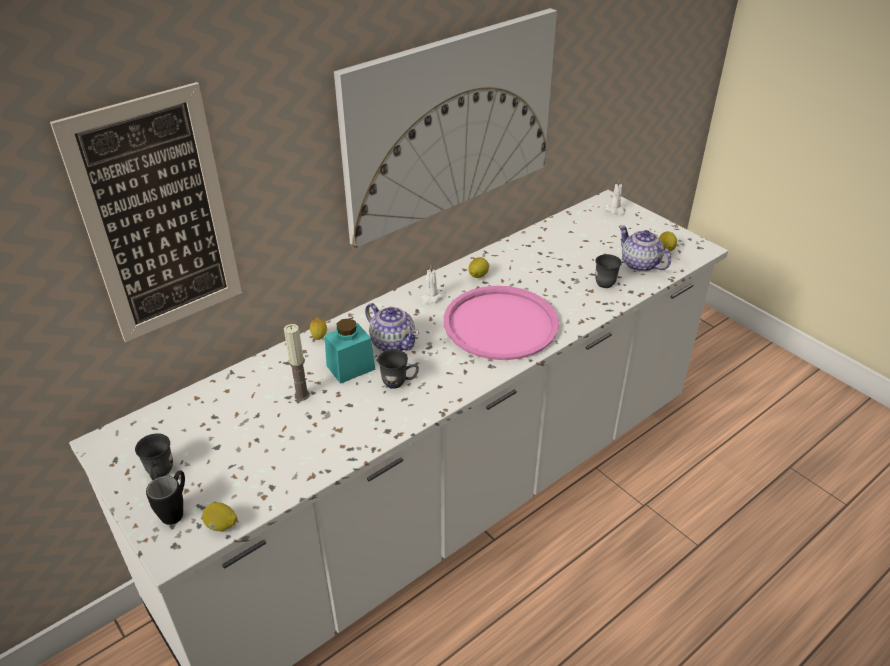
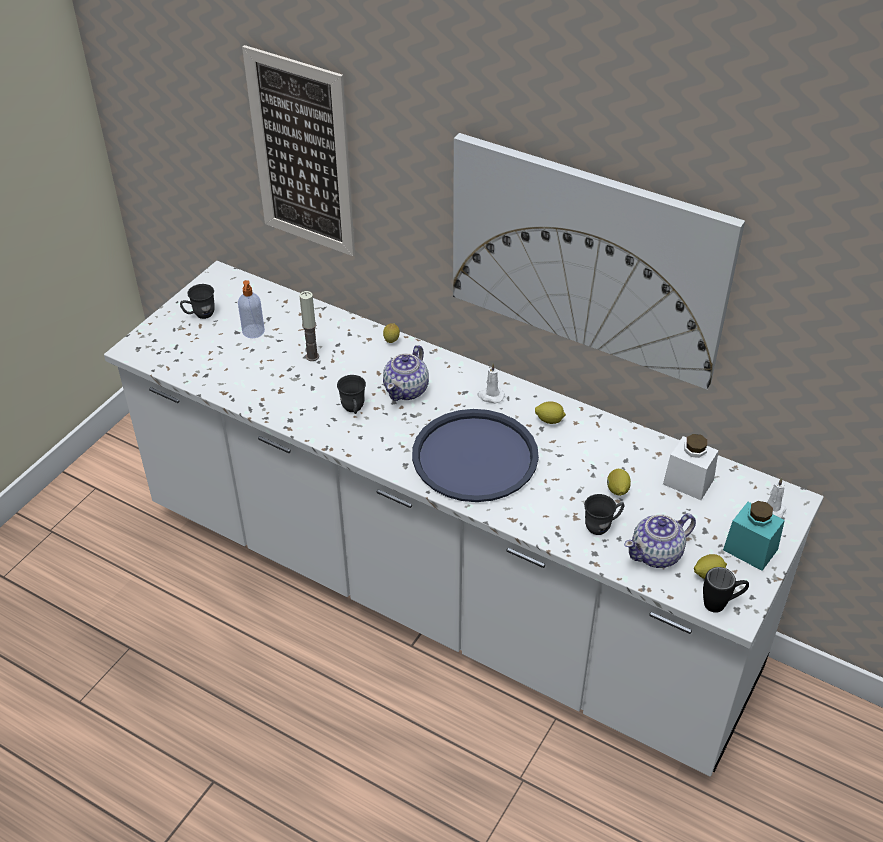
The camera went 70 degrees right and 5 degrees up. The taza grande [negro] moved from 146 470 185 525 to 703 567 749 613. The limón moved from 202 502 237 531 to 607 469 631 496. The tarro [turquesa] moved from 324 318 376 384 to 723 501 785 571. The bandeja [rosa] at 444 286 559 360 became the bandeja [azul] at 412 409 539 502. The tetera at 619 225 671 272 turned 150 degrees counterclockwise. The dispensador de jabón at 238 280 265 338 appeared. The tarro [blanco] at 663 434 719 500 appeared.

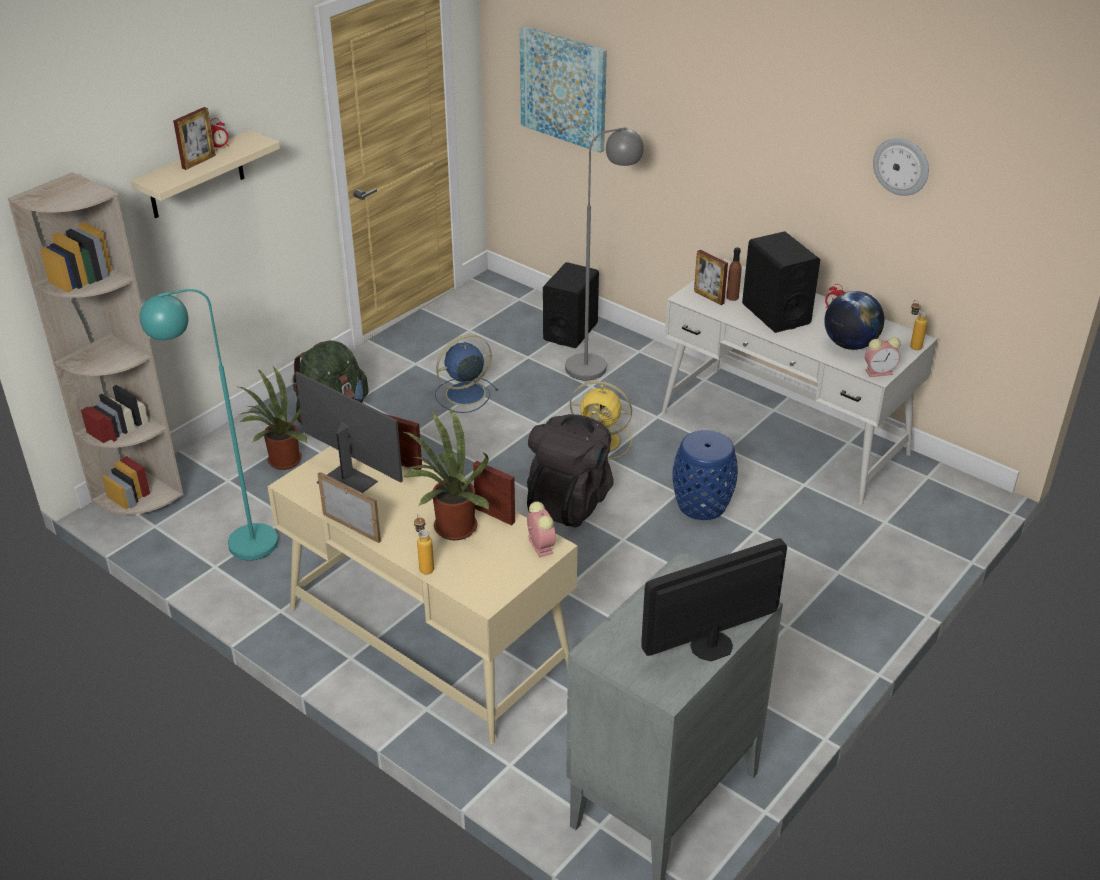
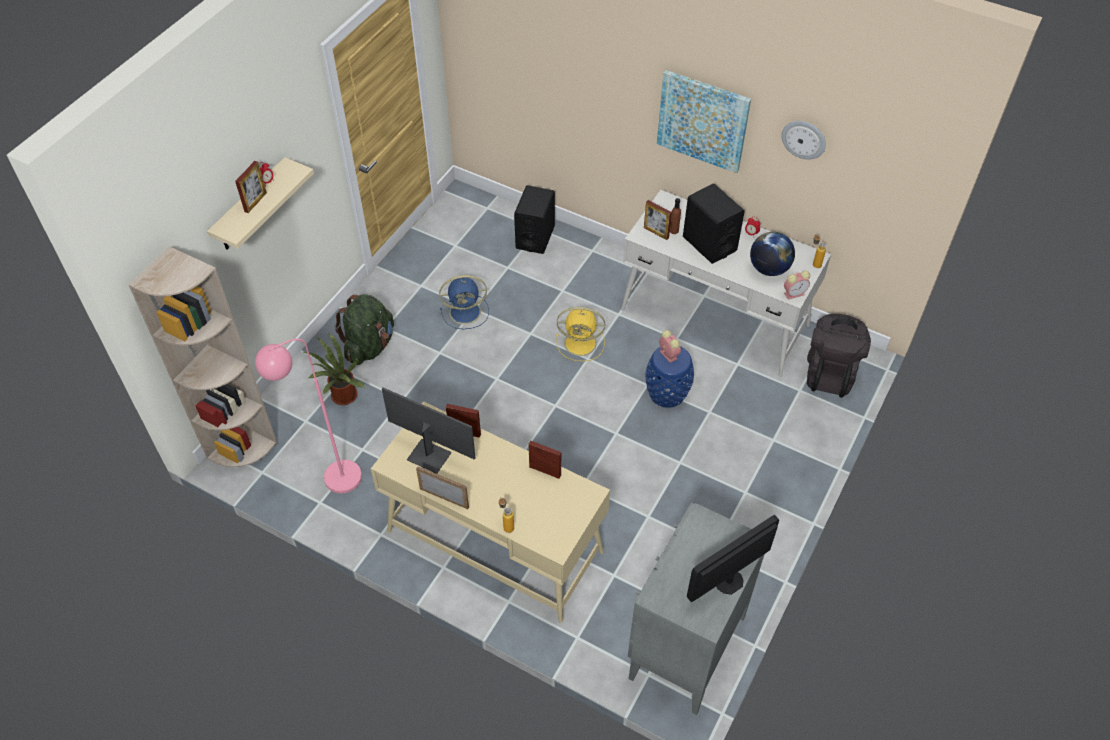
The camera went 10 degrees left and 15 degrees up. The lámpara de pie [turquesa] at 140 289 278 560 became the lámpara de pie [rosa] at 255 339 362 493. The planta en maceta at 402 408 489 540 disappeared. The ventilador [azul] at 435 335 498 413 turned 150 degrees counterclockwise. The cuadro moved from 520 25 607 153 to 657 70 751 173. The mochila [negro] moved from 527 414 614 527 to 807 314 871 398. The despertador moved from 527 501 556 557 to 659 330 681 363. The lámpara de pie [gris] at 565 127 644 380 disappeared.

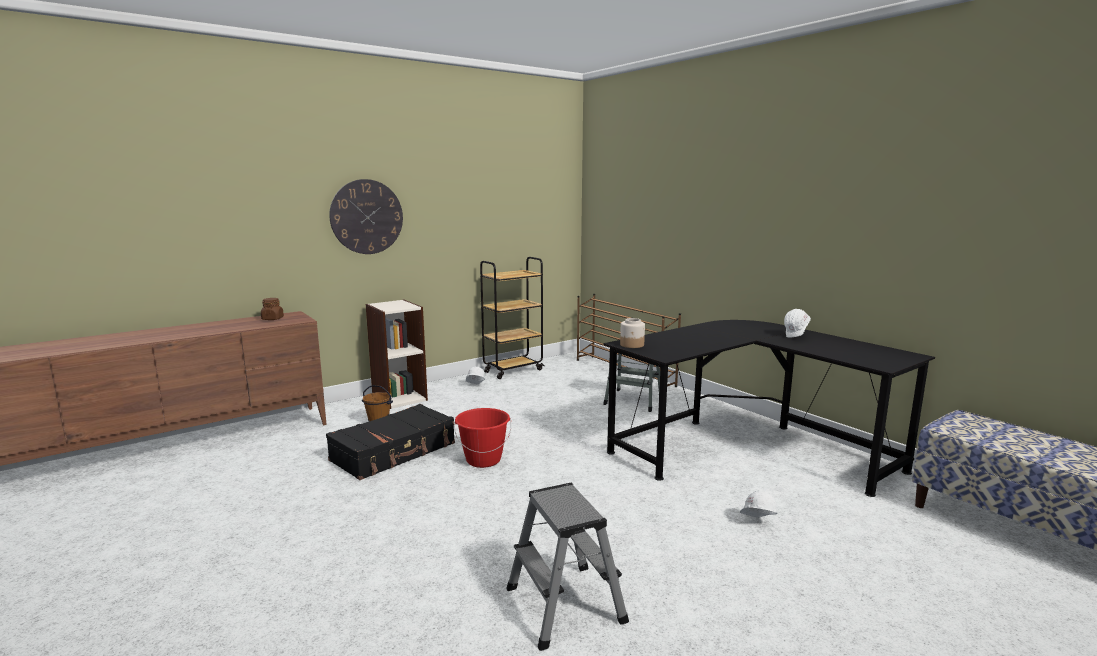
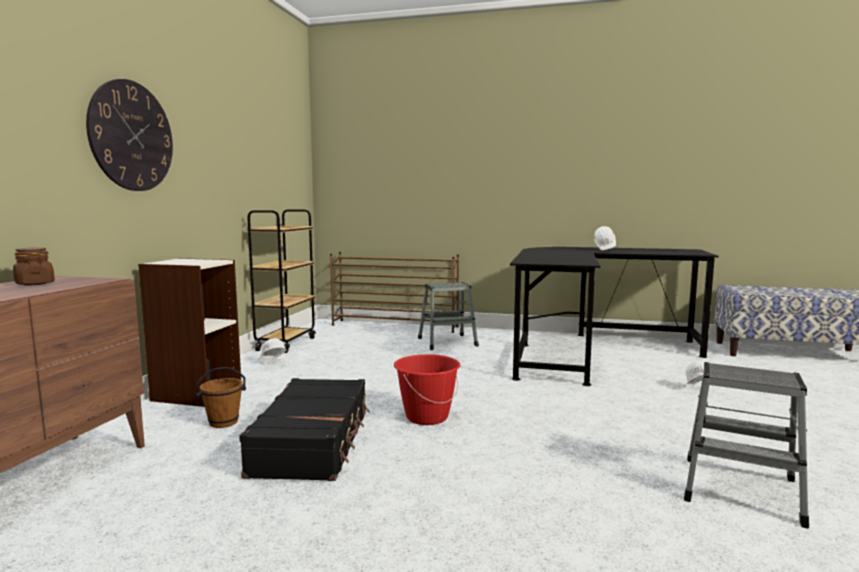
The camera went 40 degrees left and 5 degrees down. The tarro at 620 318 645 348 disappeared.

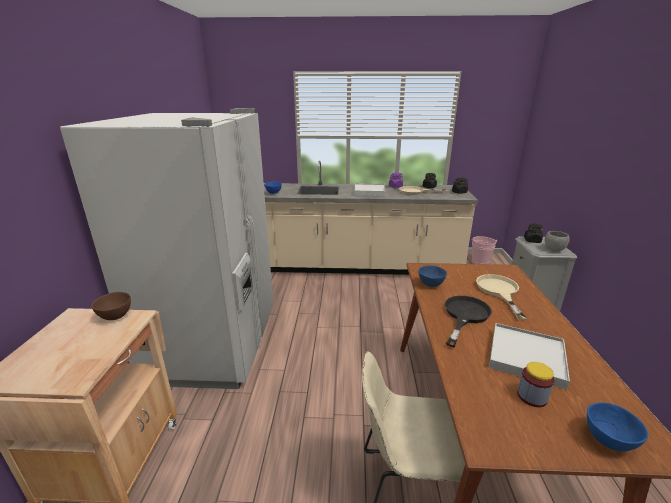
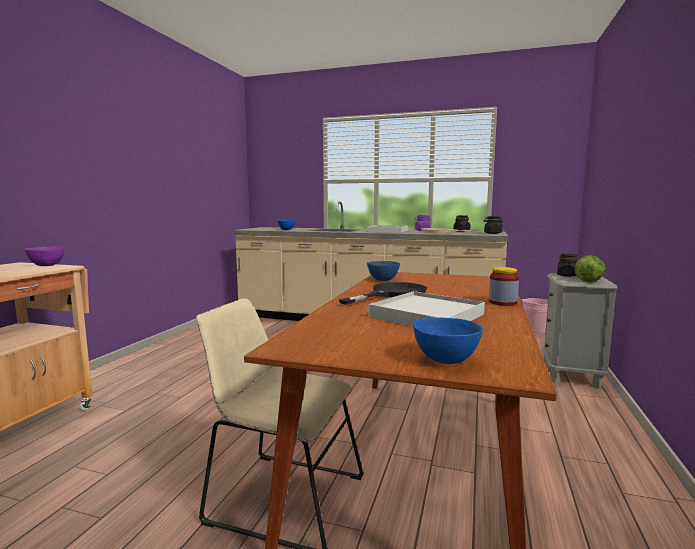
The camera went 15 degrees right and 15 degrees down. The nevera [blanco] at 60 108 274 389 disappeared. The cuenco [marrón] at 91 292 131 320 became the cuenco [morado] at 25 246 65 266. The sartén [beis] at 476 274 527 320 disappeared. The tarro moved from 517 362 554 407 to 489 267 519 306. The cuenco [gris] at 545 231 570 251 was replaced by the lechuga at 575 255 605 282.

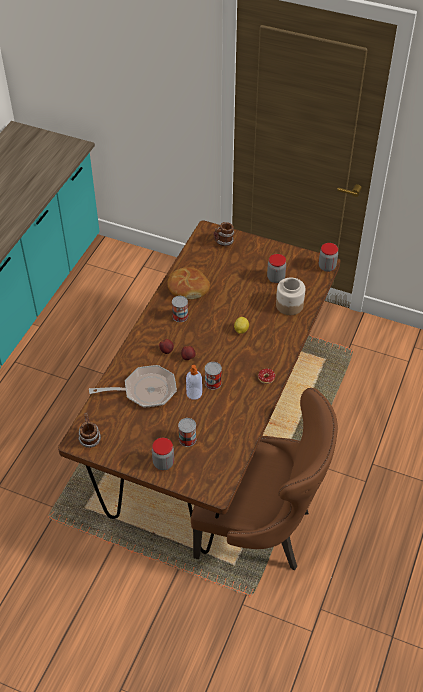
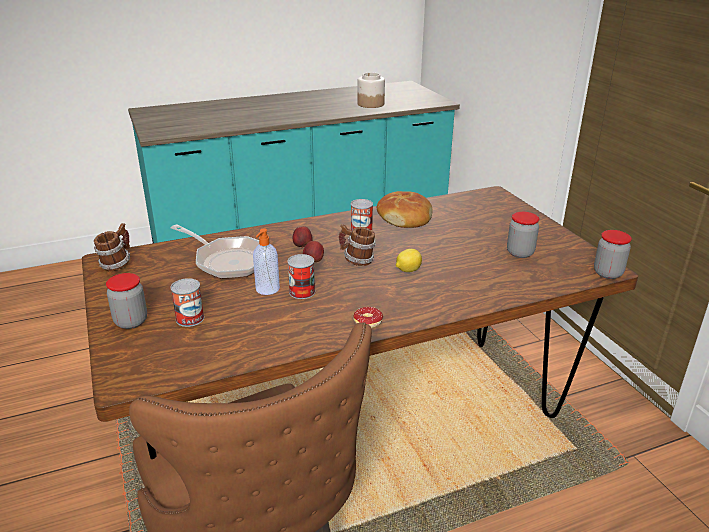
The camera went 45 degrees right and 20 degrees down. The taza grande moved from 214 222 234 246 to 339 224 376 266. The tarro moved from 276 277 305 315 to 357 73 385 108.

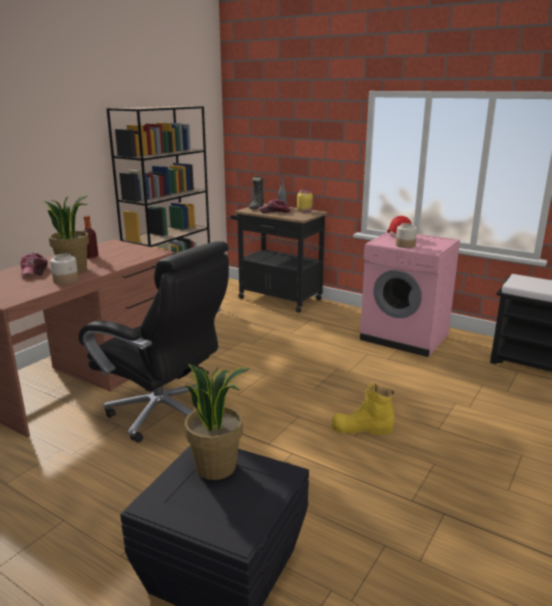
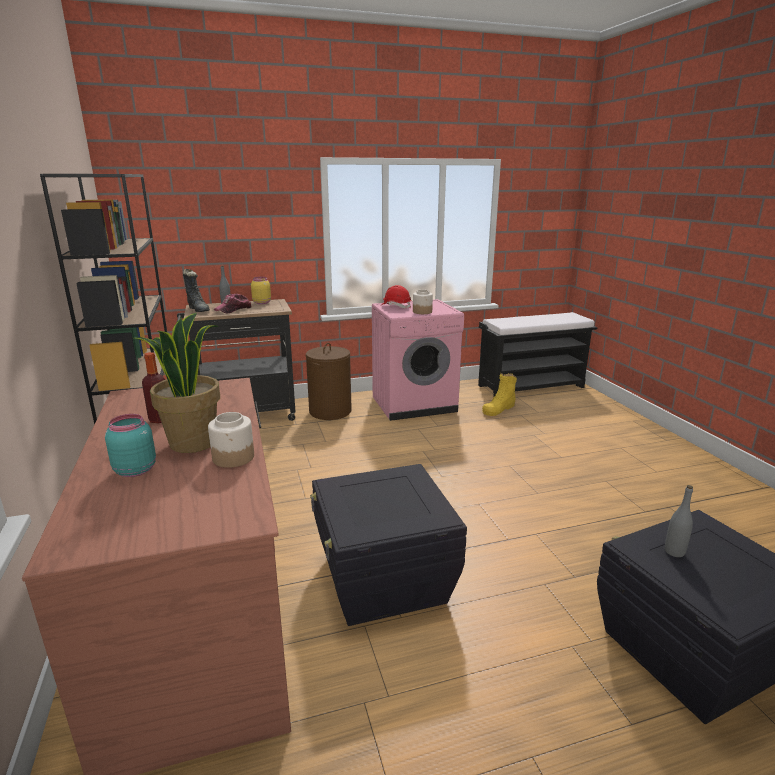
The camera went 50 degrees left and 0 degrees up. The gorra at 20 253 48 276 was replaced by the tarro [turquesa] at 105 414 156 477. The silla de oficina [negro] at 79 241 229 443 was replaced by the caja de almacenaje [negro] at 310 464 467 626. The planta en maceta at 184 363 249 480 was replaced by the botella [gris] at 665 485 693 557. The bota [amarillo] moved from 332 383 395 435 to 482 373 517 416. The cesto de la ropa [marrón] at 306 343 352 420 appeared.

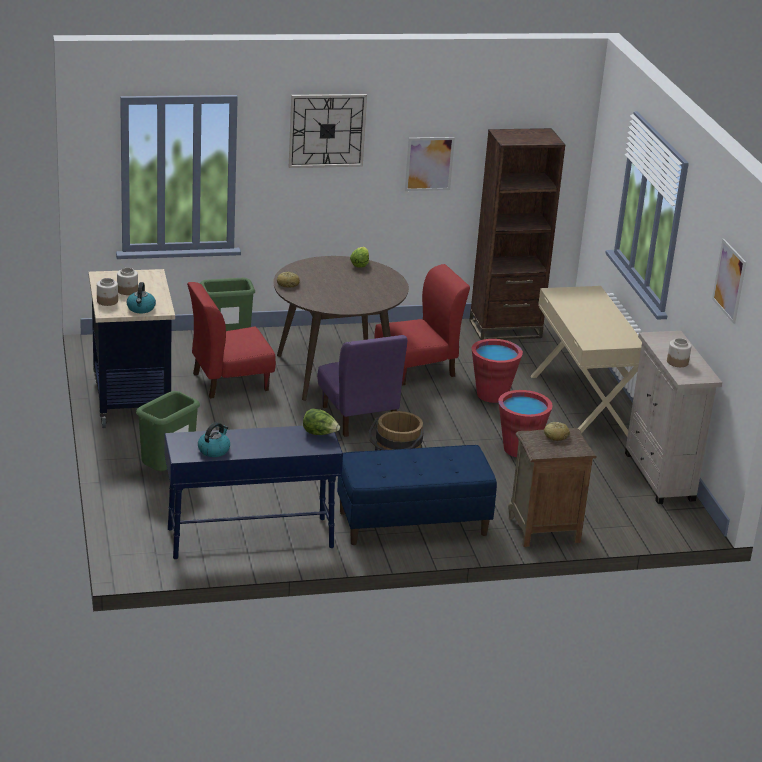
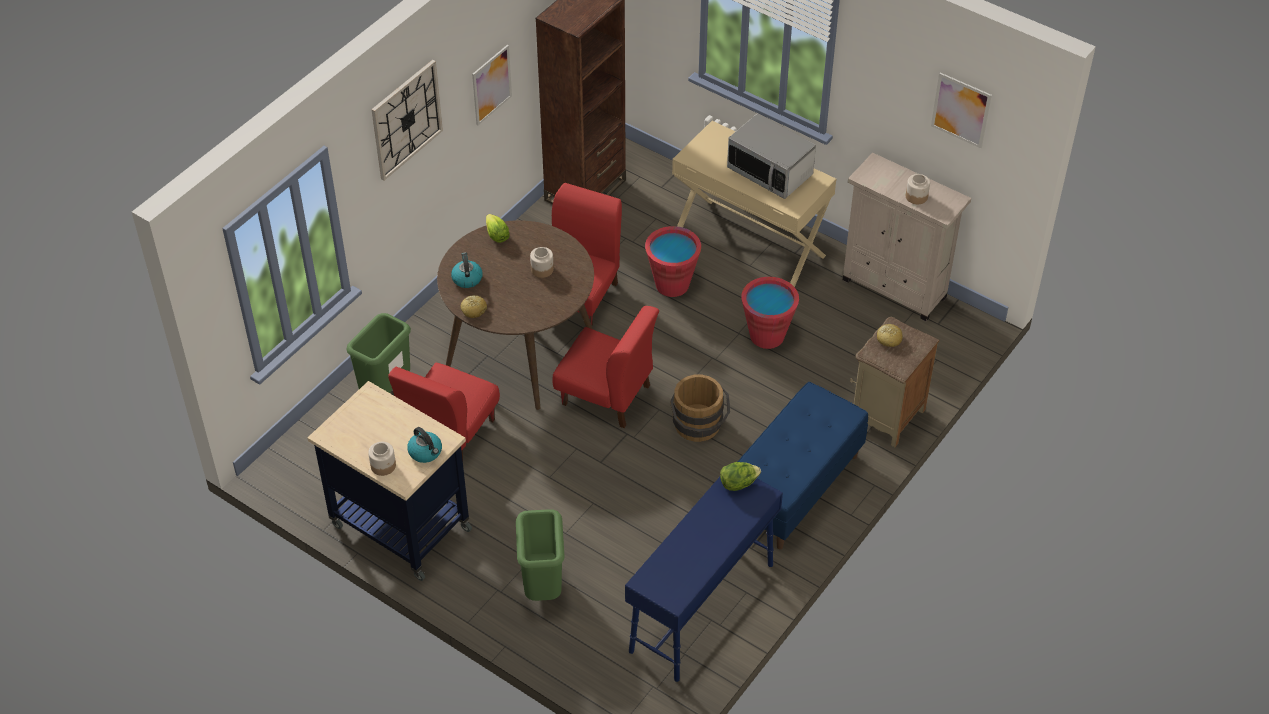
The camera went 40 degrees left and 20 degrees up. The tarro moved from 117 268 138 295 to 530 247 554 278. The hervidor moved from 198 422 230 457 to 451 252 483 288. The silla [morado] at 317 335 407 437 became the silla [rojo] at 552 306 659 428. The microondas at 727 113 816 199 appeared.

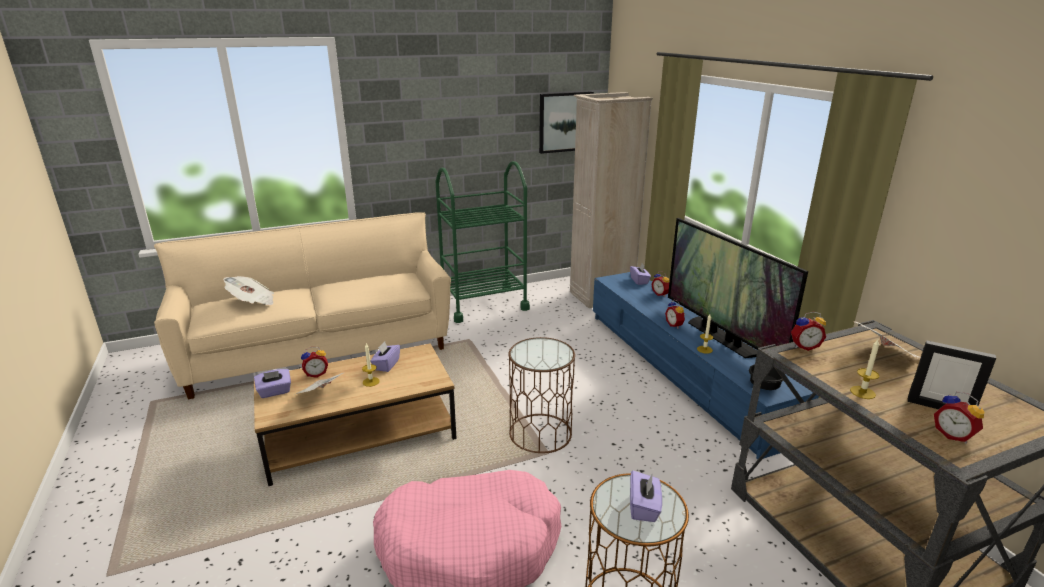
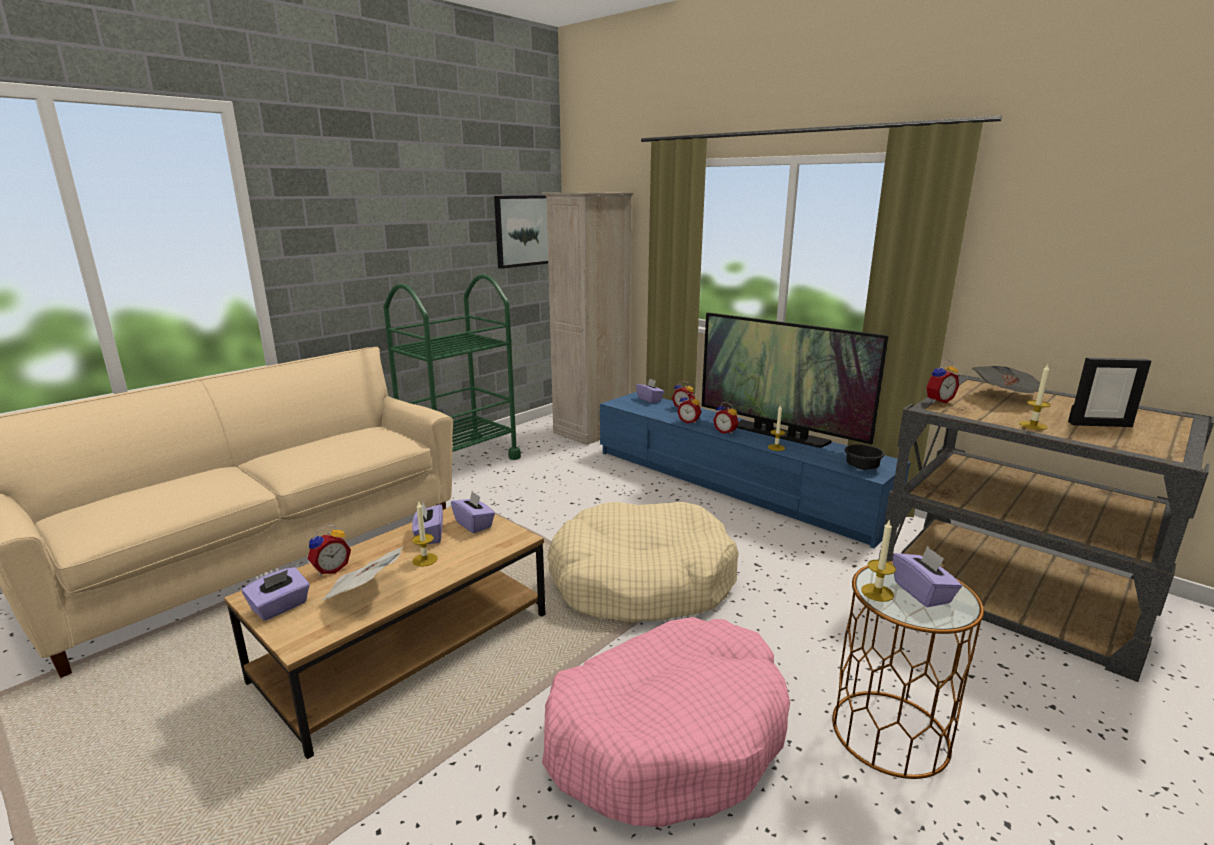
The camera went 25 degrees left and 5 degrees down. The periódico at 223 276 274 305 disappeared. The mesa auxiliar [marrón] at 508 337 575 453 was replaced by the cama para perro [beis] at 547 502 739 624. The despertador moved from 934 391 985 444 to 677 393 702 424. The caja de pañuelos [morado] at 451 491 495 533 appeared. The vela at 861 519 896 602 appeared.

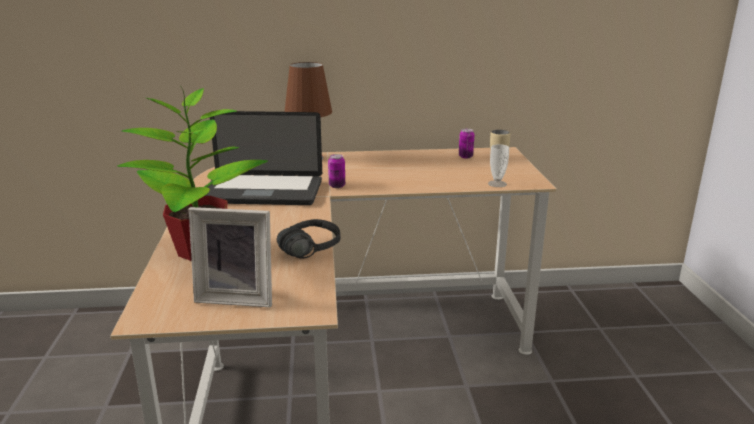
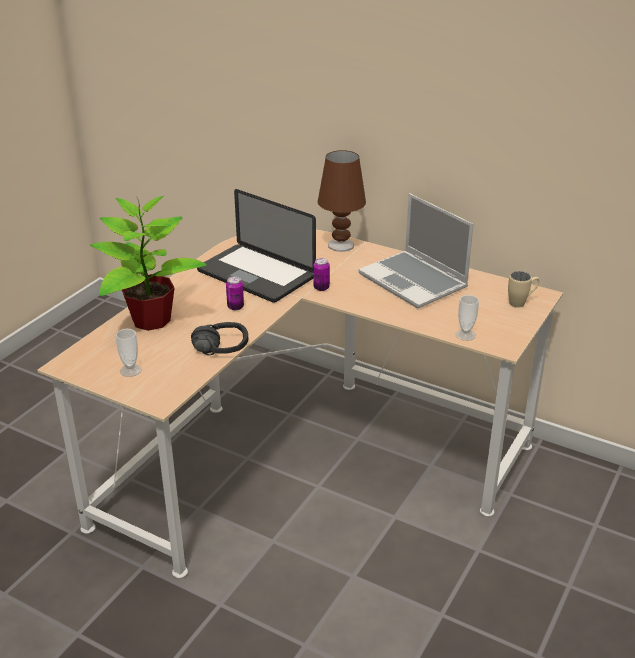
The camera went 35 degrees right and 10 degrees up. The portarretratos at 189 207 272 307 was replaced by the taza at 116 329 141 377. The lata moved from 459 129 474 159 to 226 276 244 311. The portátil at 359 193 474 309 appeared.

